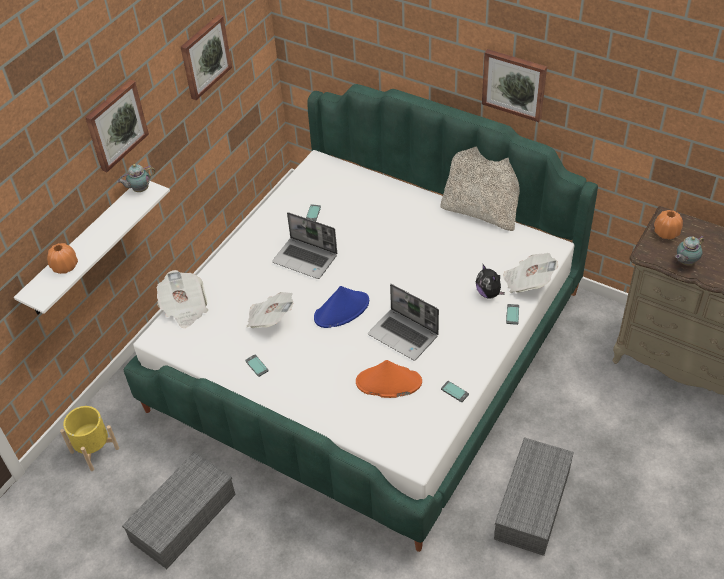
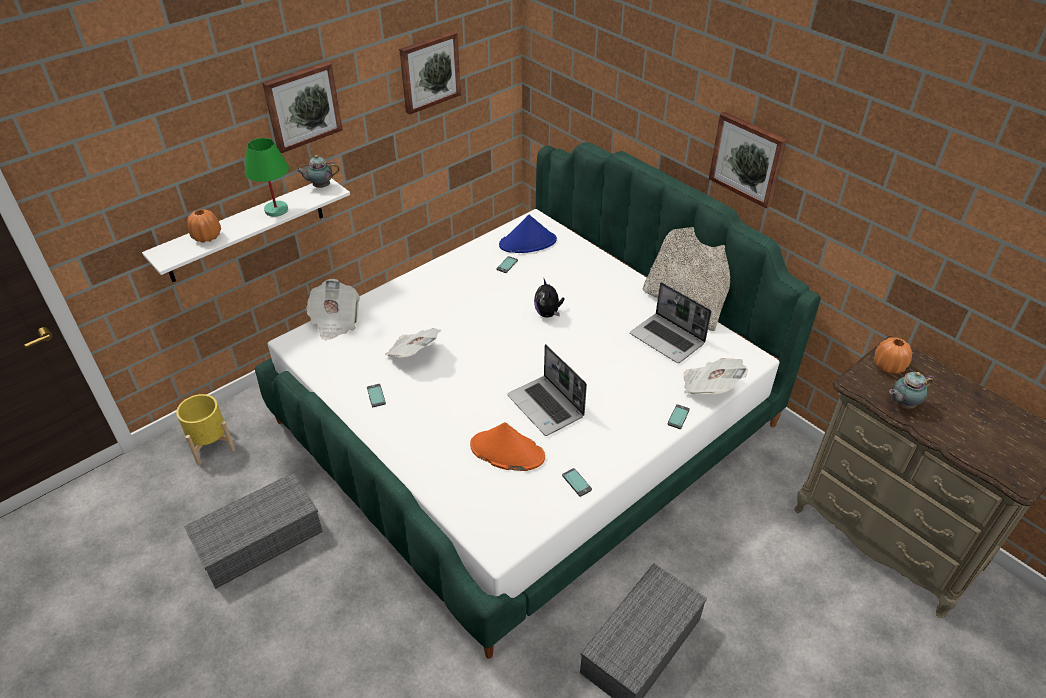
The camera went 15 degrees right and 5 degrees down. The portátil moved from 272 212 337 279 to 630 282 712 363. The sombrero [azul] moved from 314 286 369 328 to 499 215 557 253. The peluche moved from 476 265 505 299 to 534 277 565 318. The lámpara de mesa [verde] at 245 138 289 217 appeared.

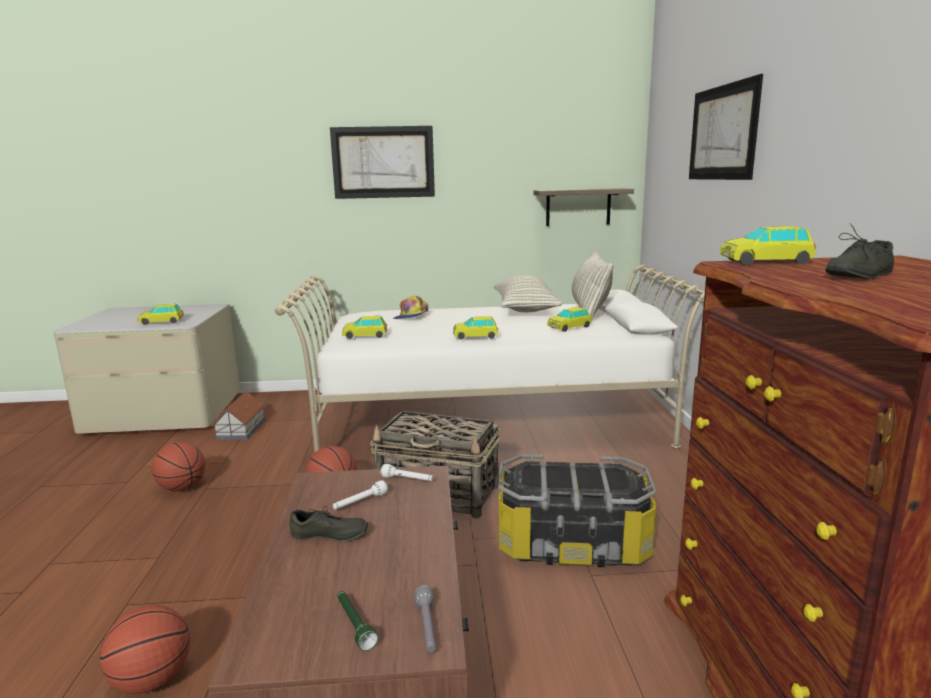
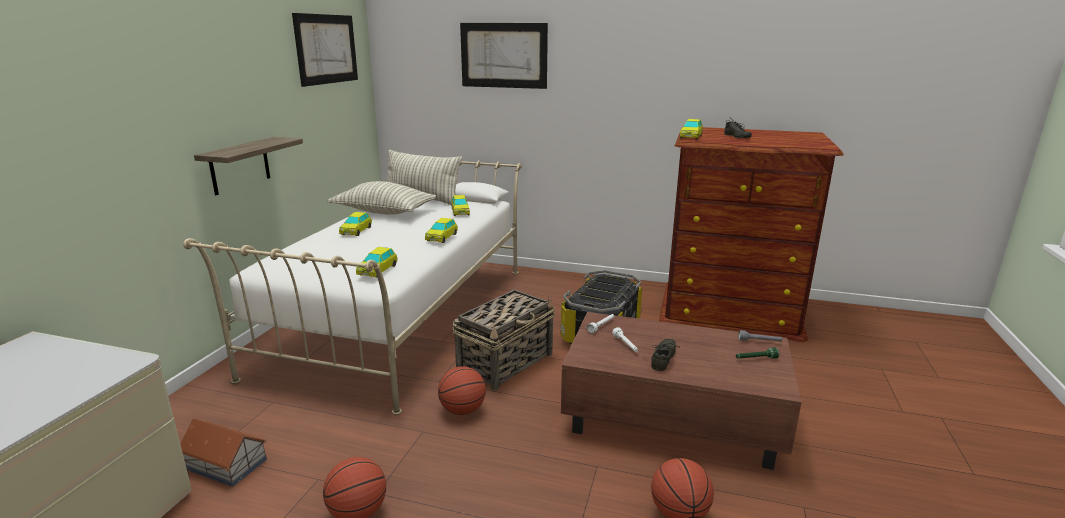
The camera went 70 degrees left and 5 degrees up. The coche de juguete moved from 138 304 184 325 to 339 212 372 236. The cuadro moved from 330 126 435 199 to 292 13 358 87. The gorra at 393 296 428 319 disappeared. The estante moved from 534 188 634 226 to 194 137 303 195.

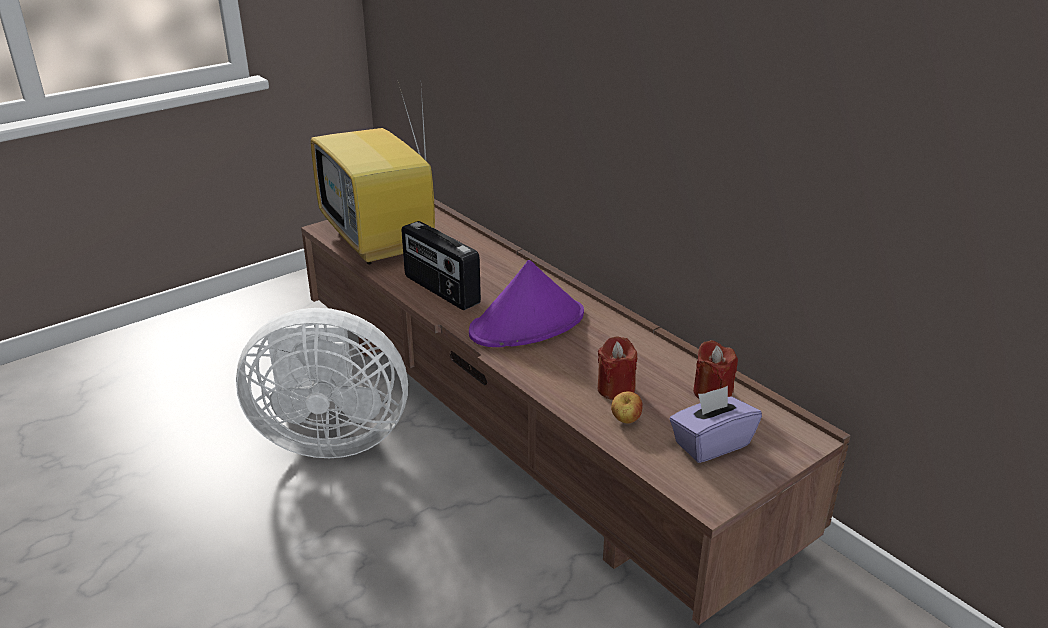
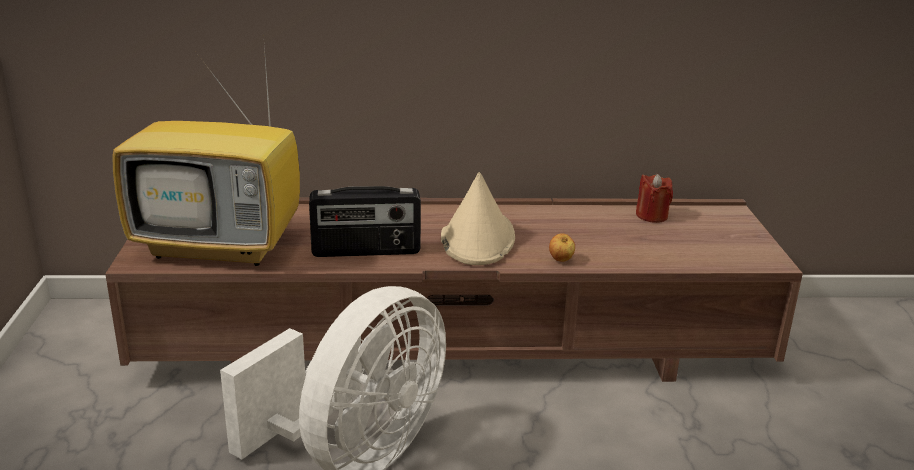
The camera went 55 degrees left and 5 degrees down. The sombrero [morado] at 469 260 584 347 became the sombrero [beis] at 441 172 515 265. The vela [rojo] at 598 336 637 400 disappeared. The manzana moved from 611 391 642 423 to 549 233 575 262. The caja de pañuelos [morado] at 670 386 762 463 disappeared.

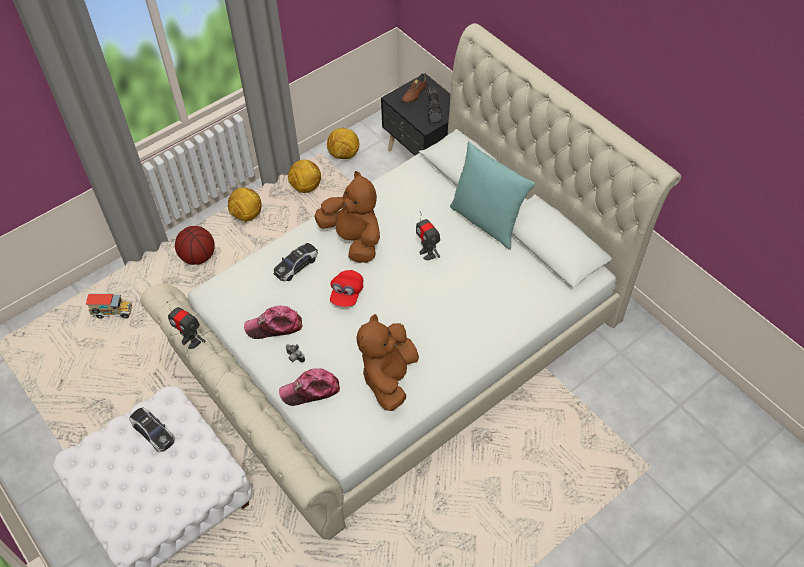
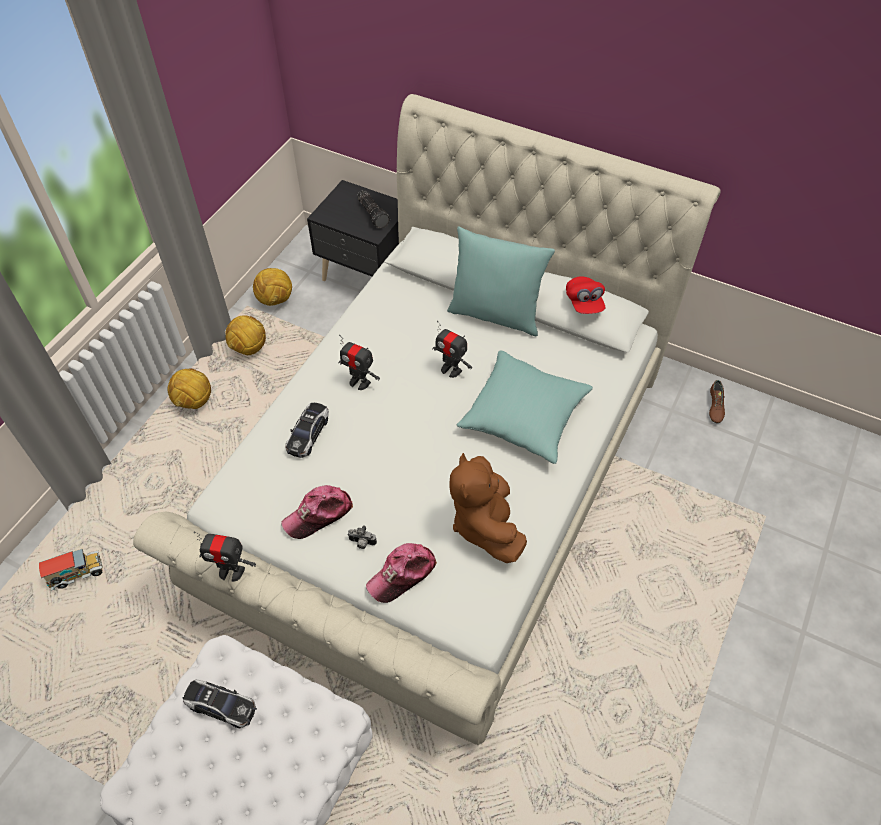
The camera went 25 degrees left and 0 degrees up. The balón de baloncesto at 175 226 214 265 disappeared. The peluche [marrón] at 314 171 380 263 was replaced by the robot de juguete at 338 335 380 390. The gorra [rojo] moved from 330 270 363 307 to 566 276 605 314. The zapato [marrón] moved from 402 73 427 103 to 709 380 725 423. The cojín [turquesa] at 457 350 593 464 appeared.

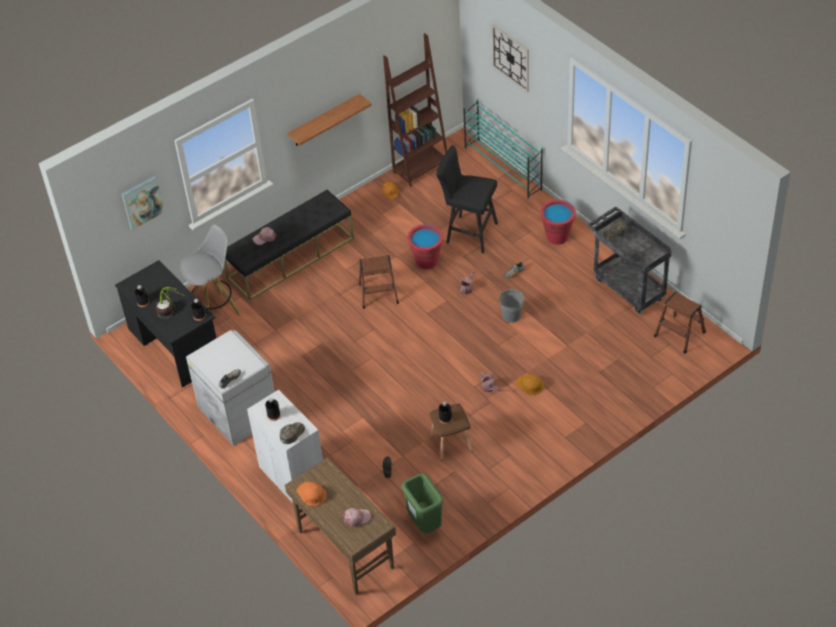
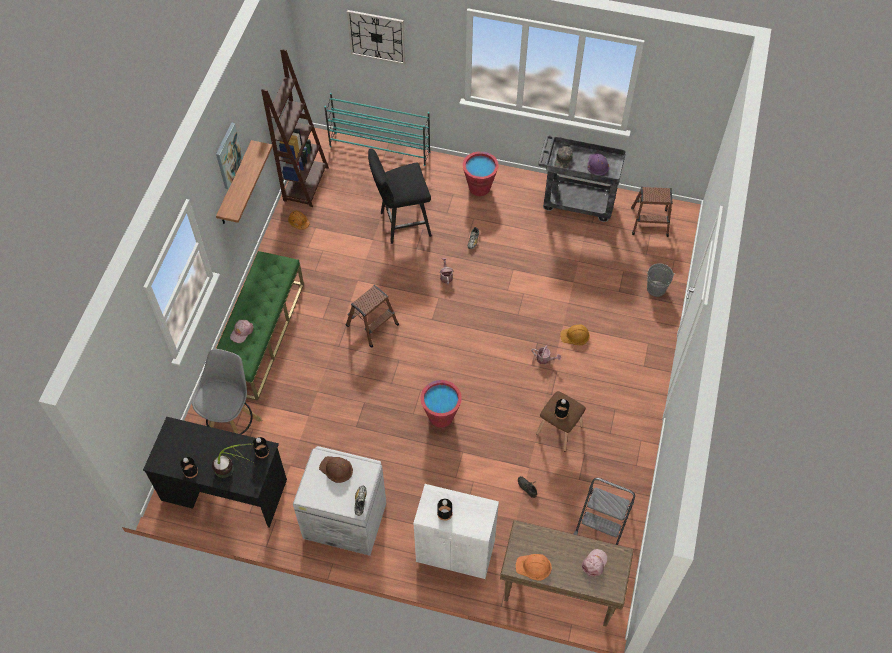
The camera went 40 degrees left and 10 degrees up. The cuadro moved from 121 176 165 230 to 216 122 243 189. The banco [negro] at 225 190 354 301 became the banco [verde] at 216 251 304 401. The gorra [verde] at 280 422 305 444 disappeared. The papelera [verde] at 401 473 444 533 was replaced by the escalera de tijera [gris] at 574 478 635 545. The cubo [rojo] moved from 407 224 443 269 to 421 380 462 428. The cubo [gris] moved from 499 289 524 323 to 646 263 674 297. The casco [marrón] at 319 456 353 483 appeared. The casco [morado] at 587 153 609 176 appeared.

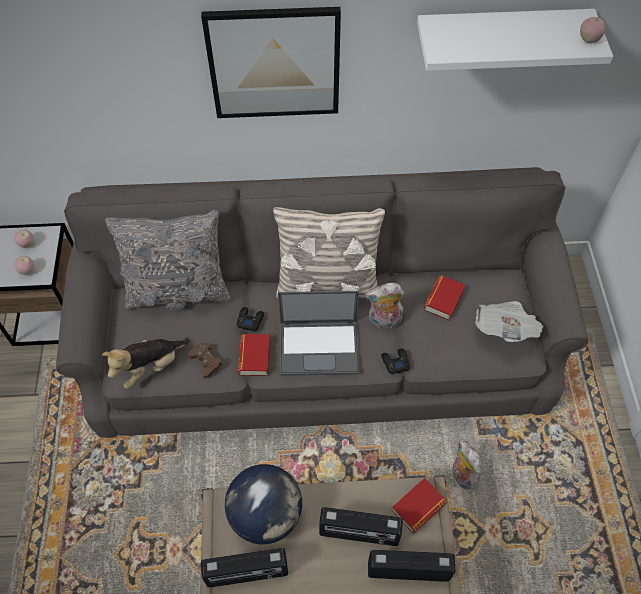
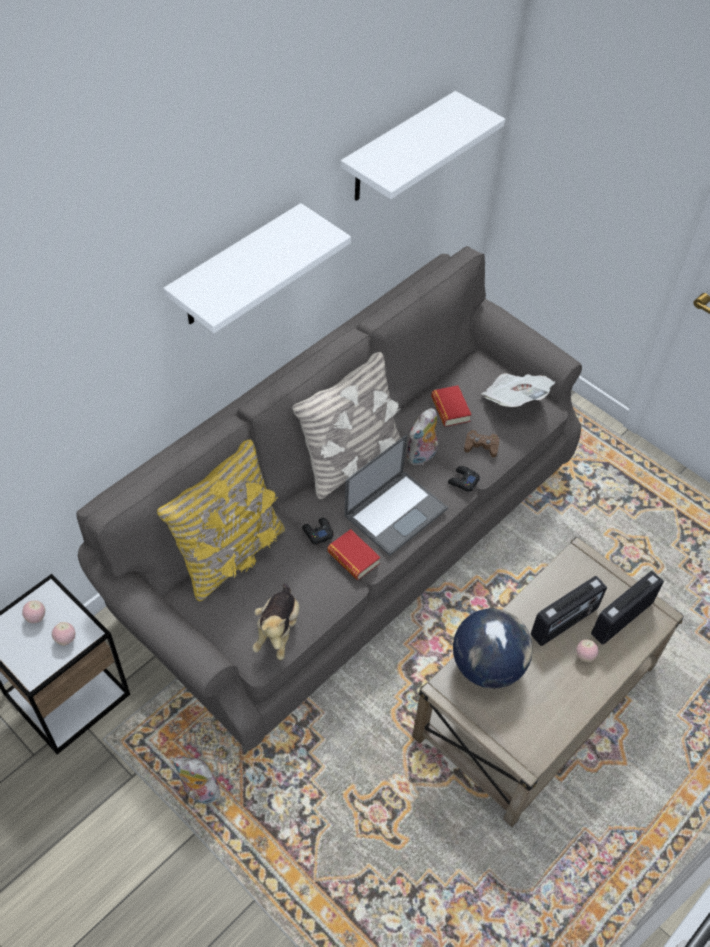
The camera went 45 degrees left and 5 degrees down. The cojín [gris] at 105 210 230 310 became the cojín [amarillo] at 157 439 285 601. The mando de consola [marrón] moved from 189 343 223 378 to 464 430 499 458. The cuadro at 201 7 341 118 was replaced by the estante [blanco] at 163 203 351 333. The radio at 201 548 288 587 disappeared. The libro at 391 478 447 534 disappeared. The peluche moved from 453 439 482 490 to 173 757 225 804. The manzana moved from 580 17 605 43 to 576 640 599 662.

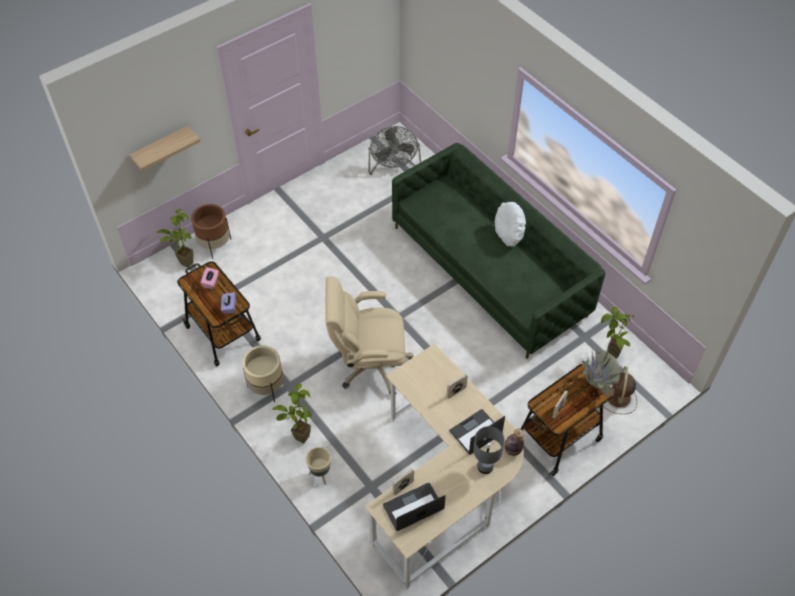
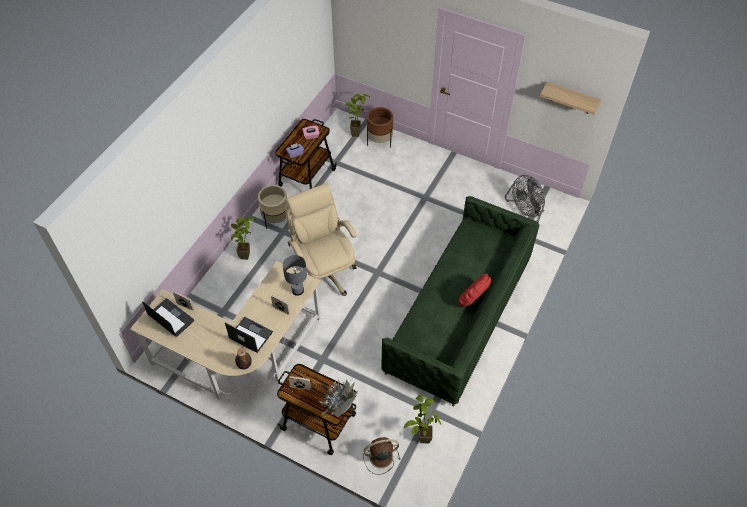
The camera went 65 degrees right and 0 degrees up. The estante moved from 129 126 201 171 to 540 82 601 115. The maceta [beis] at 306 447 331 485 disappeared. The lámpara de mesa [gris] moved from 473 426 504 474 to 283 255 307 296. The cojín [blanco] at 494 202 526 246 became the cojín [rojo] at 458 274 491 307.

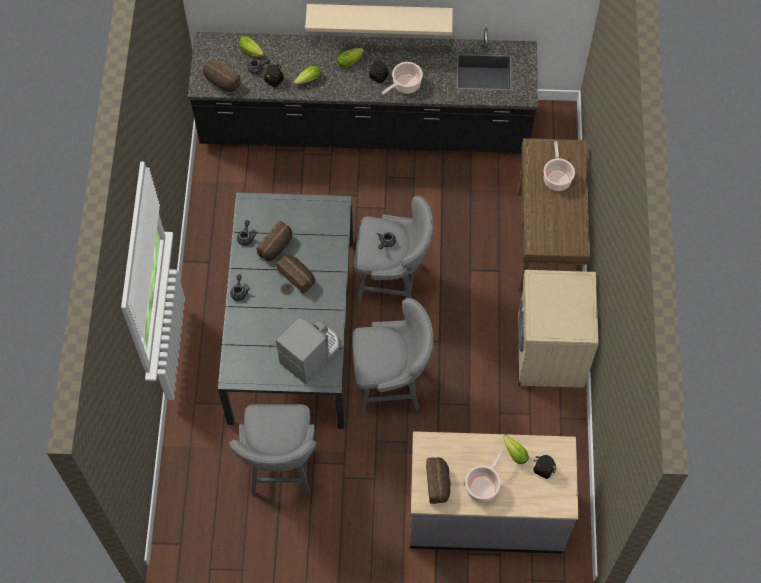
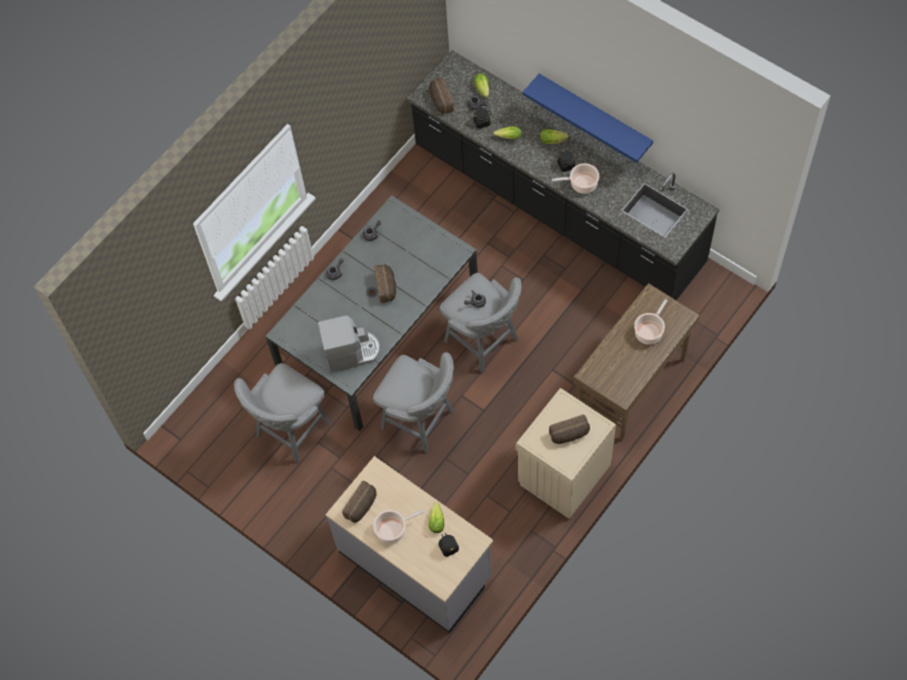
The camera went 40 degrees right and 0 degrees up. The pan moved from 257 221 292 261 to 549 414 590 444. The estante [beis] at 305 4 453 35 became the estante [azul] at 523 73 653 163.

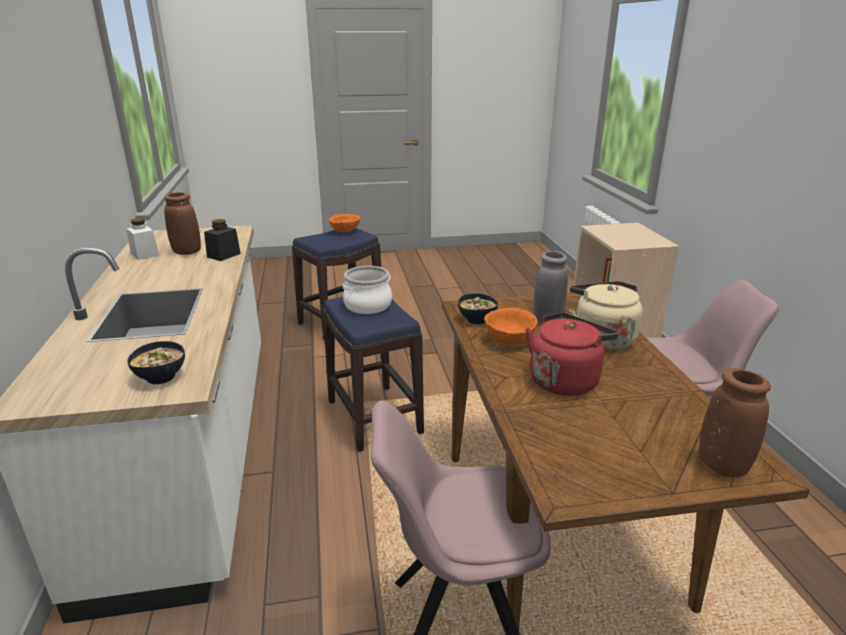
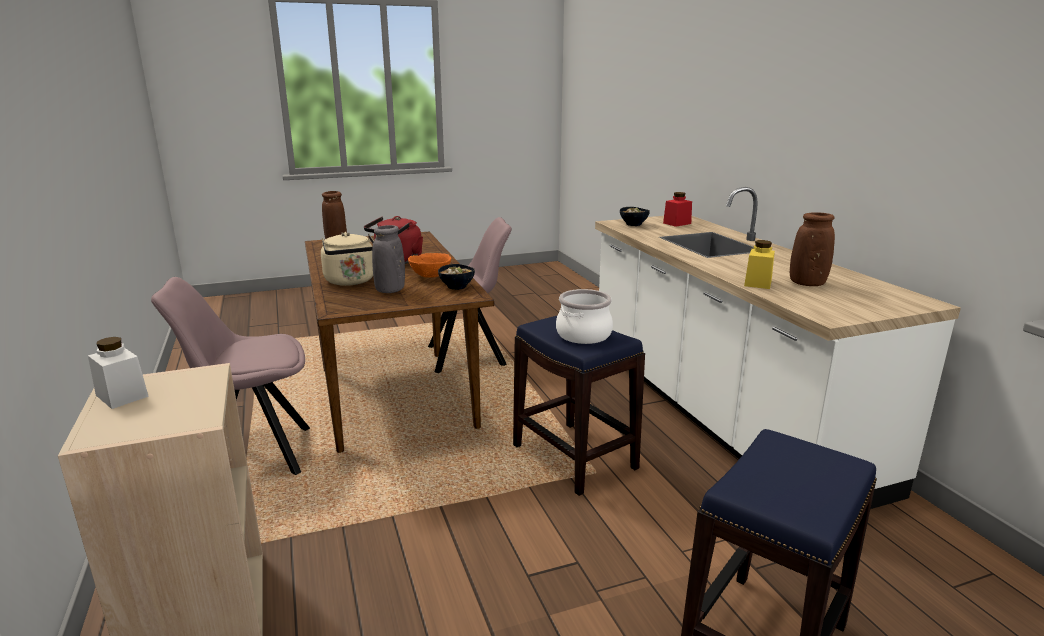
The camera went 170 degrees right and 5 degrees down. The tarro [blanco] moved from 126 218 159 260 to 88 337 149 409. The tarro [negro] at 204 219 241 261 became the tarro [amarillo] at 744 240 775 289. The cuenco [naranja] at 329 214 360 233 disappeared. The tarro [rojo] at 663 192 692 227 appeared.

